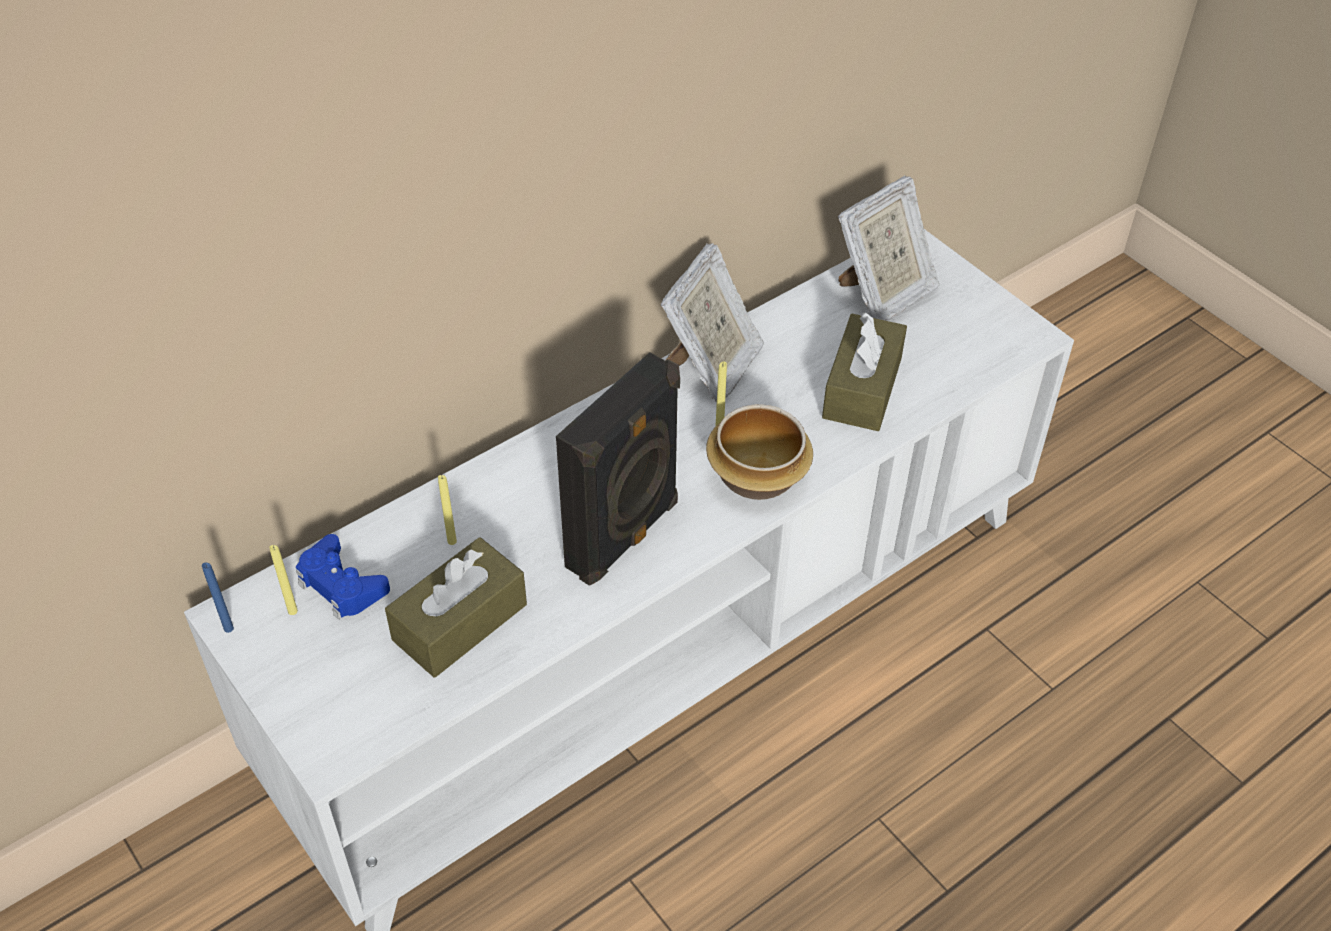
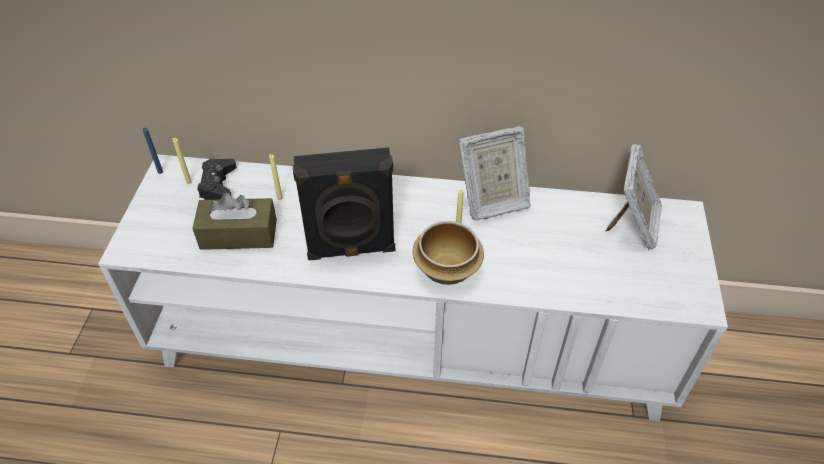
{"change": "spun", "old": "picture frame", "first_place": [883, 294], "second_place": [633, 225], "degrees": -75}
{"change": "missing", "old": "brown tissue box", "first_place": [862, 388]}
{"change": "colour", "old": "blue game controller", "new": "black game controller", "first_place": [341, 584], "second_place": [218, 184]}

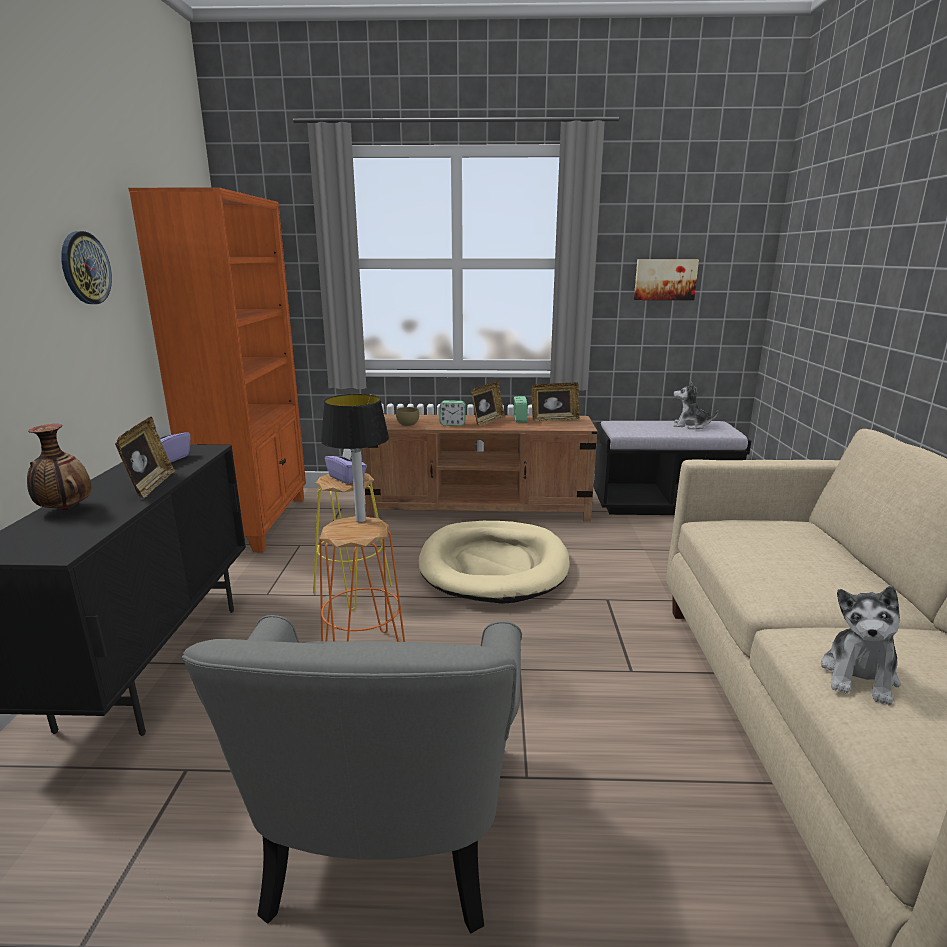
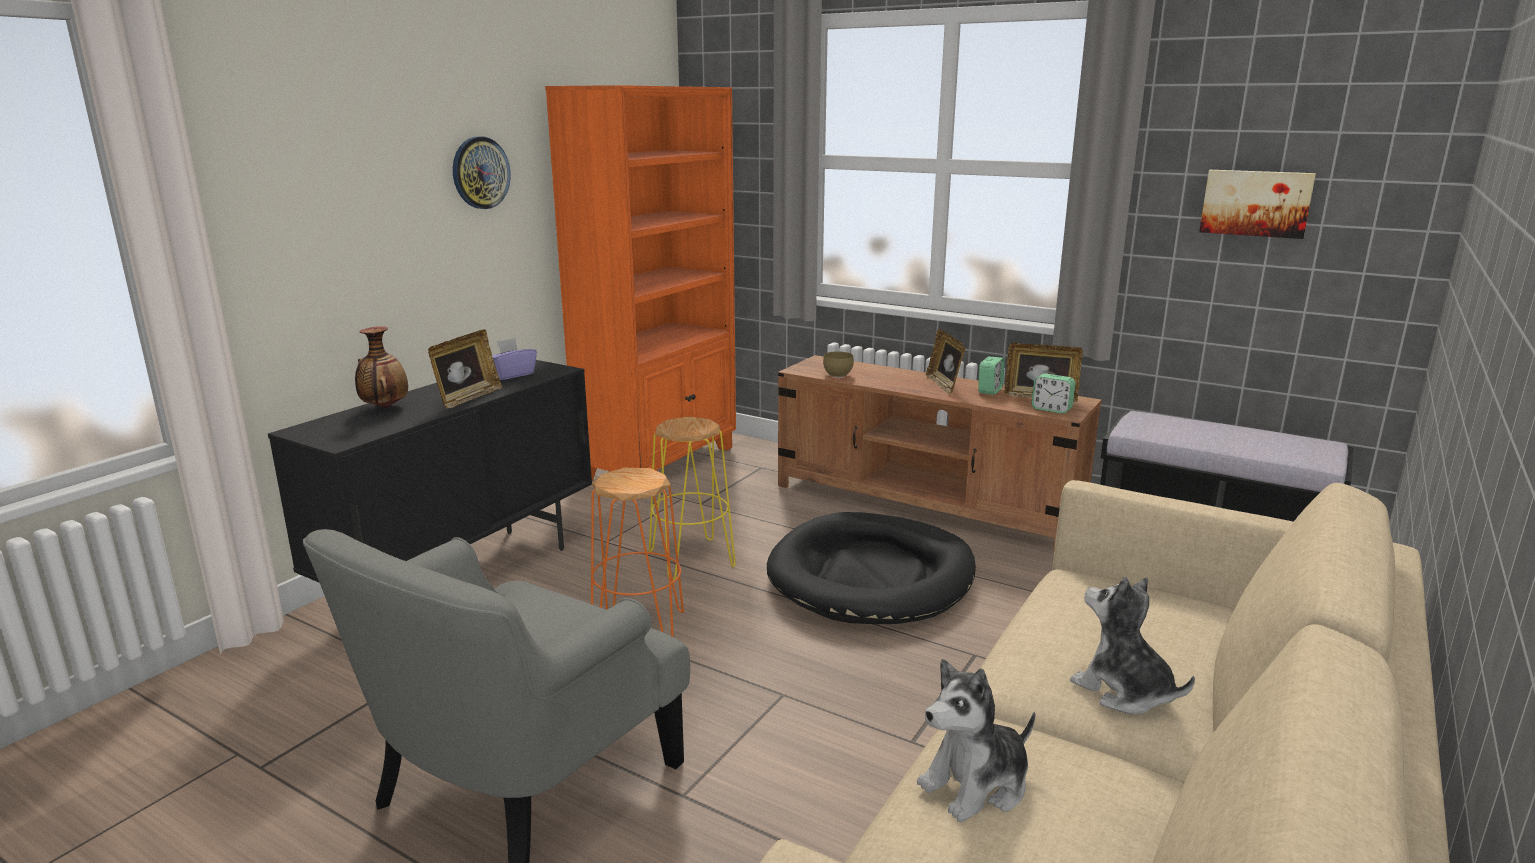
{"change": "spun", "old": "picture frame", "first_place": [487, 421], "second_place": [944, 385], "degrees": 105}
{"change": "relocated", "old": "plush toy", "first_place": [690, 426], "second_place": [1123, 691]}
{"change": "missing", "old": "table lamp", "first_place": [360, 520]}
{"change": "relocated", "old": "alarm clock", "first_place": [452, 424], "second_place": [1051, 409]}
{"change": "missing", "old": "purple tissue box", "first_place": [347, 478]}
{"change": "colour", "old": "beige dog bed", "new": "black dog bed", "first_place": [493, 566], "second_place": [872, 576]}

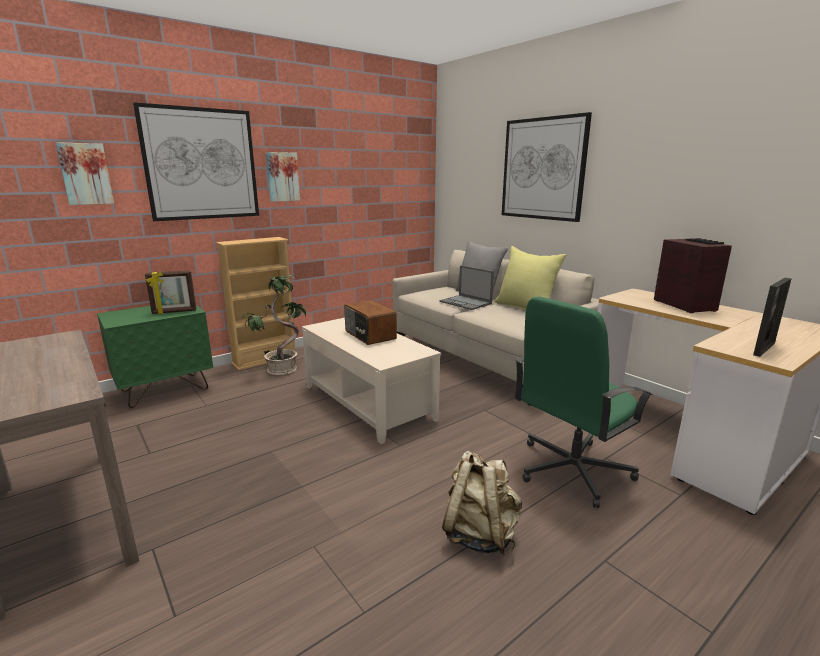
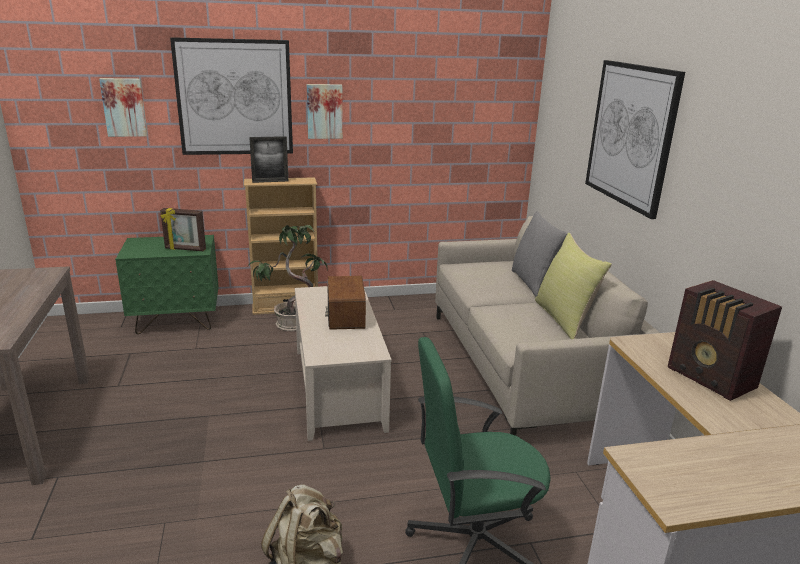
{"change": "spun", "old": "radio", "first_place": [684, 305], "second_place": [711, 379], "degrees": 135}
{"change": "missing", "old": "laptop", "first_place": [466, 303]}
{"change": "relocated", "old": "picture frame", "first_place": [764, 349], "second_place": [270, 181]}

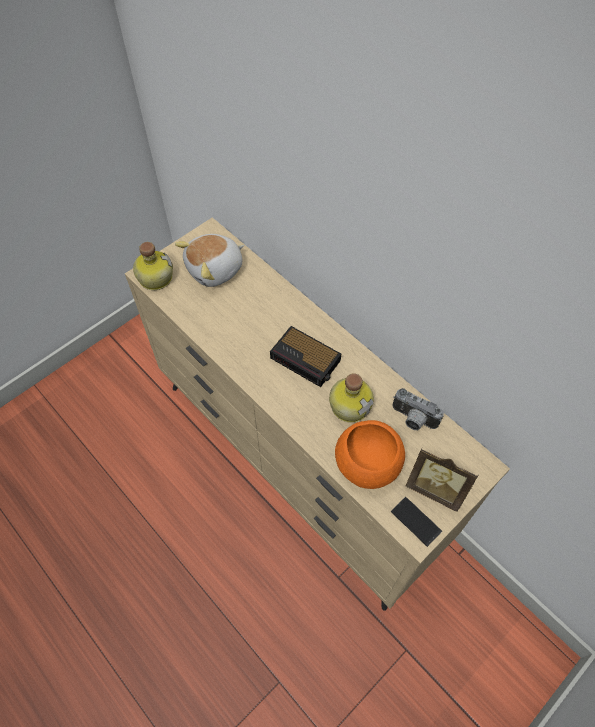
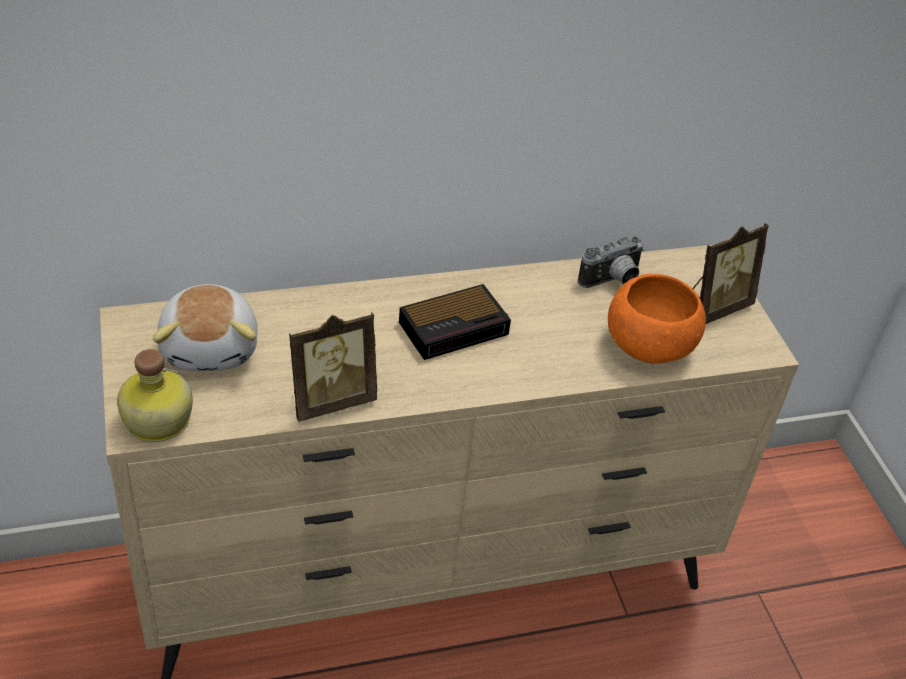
{"change": "missing", "old": "bottle", "first_place": [350, 405]}
{"change": "missing", "old": "phone", "first_place": [416, 521]}
{"change": "appeared", "new": "picture frame", "second_place": [331, 400]}

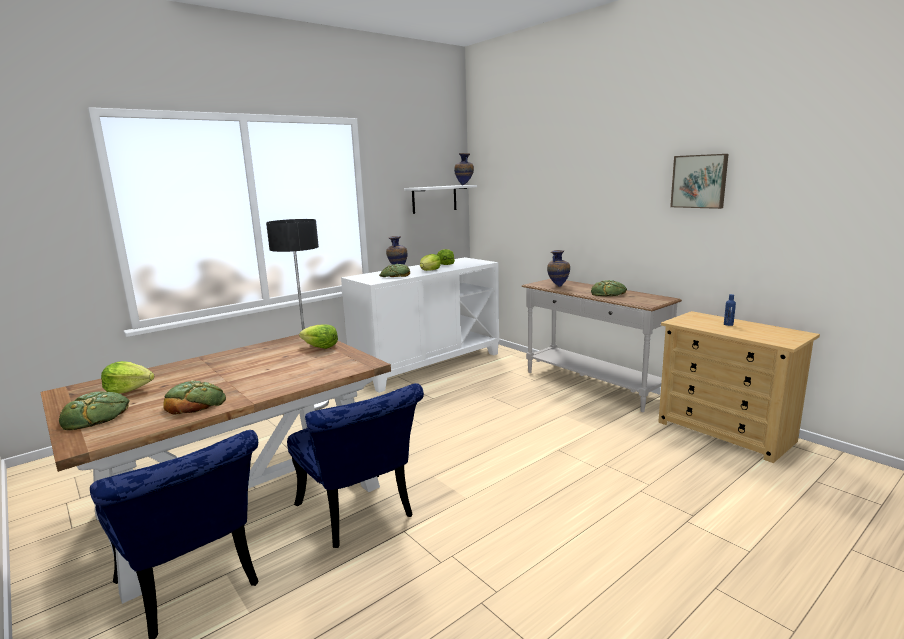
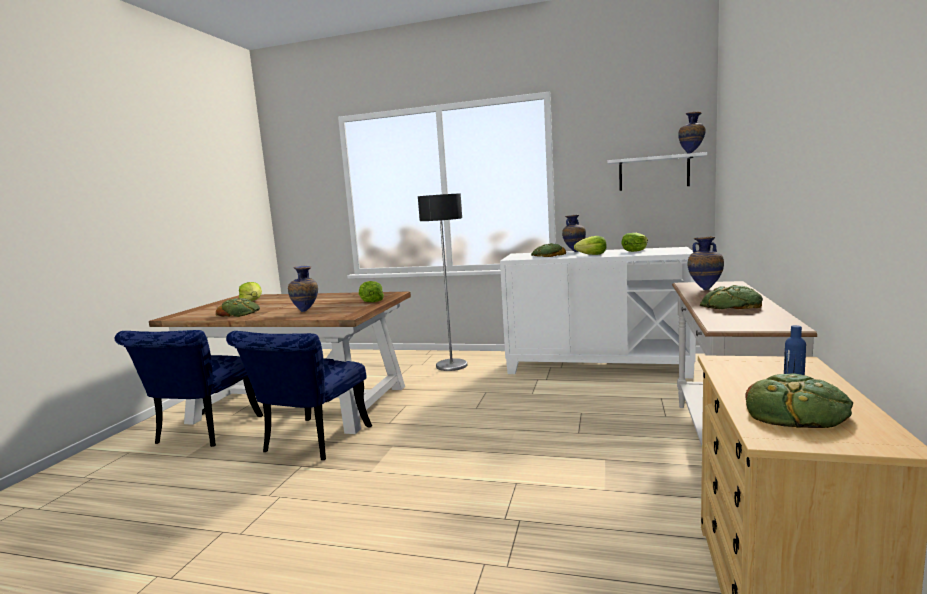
{"change": "missing", "old": "picture", "first_place": [699, 181]}
{"change": "relocated", "old": "bread", "first_place": [96, 416], "second_place": [796, 411]}
{"change": "appeared", "new": "vase", "second_place": [306, 311]}

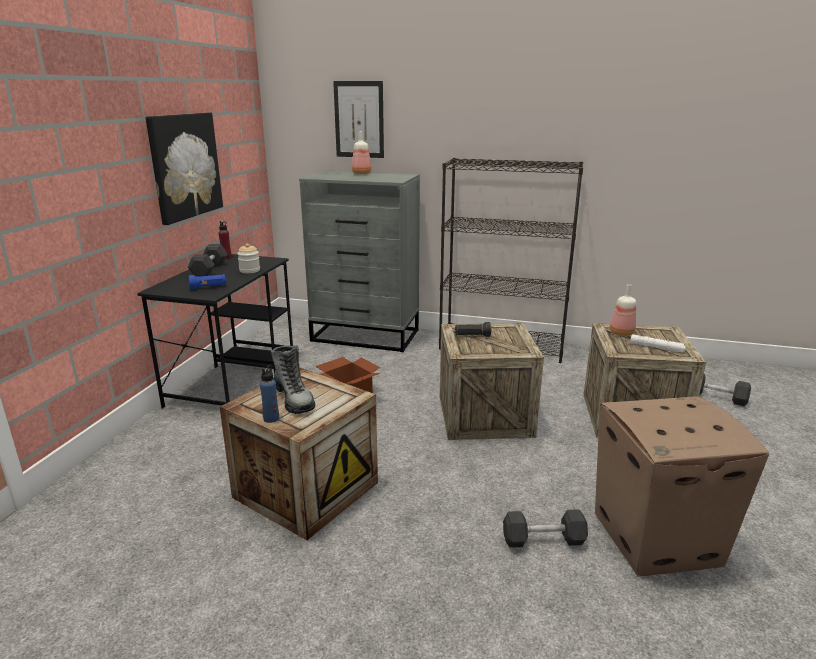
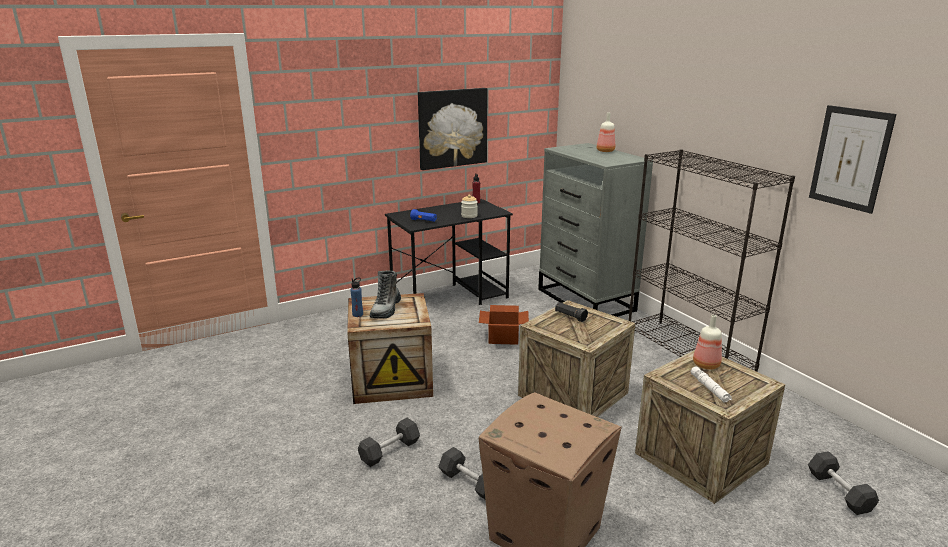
{"change": "relocated", "old": "picture", "first_place": [359, 119], "second_place": [850, 158]}
{"change": "relocated", "old": "grey dumbbell", "first_place": [209, 270], "second_place": [389, 451]}

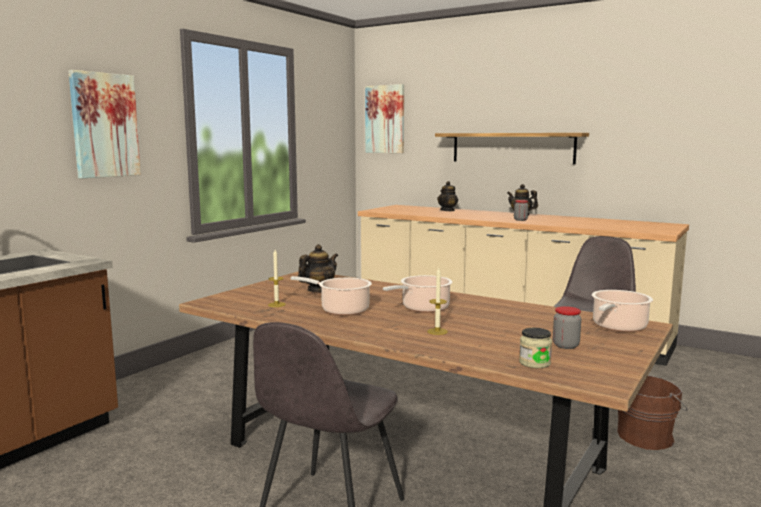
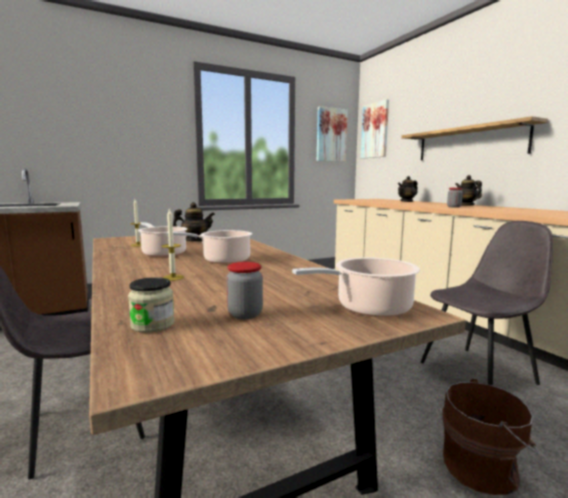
{"change": "relocated", "old": "picture", "first_place": [104, 125], "second_place": [331, 135]}

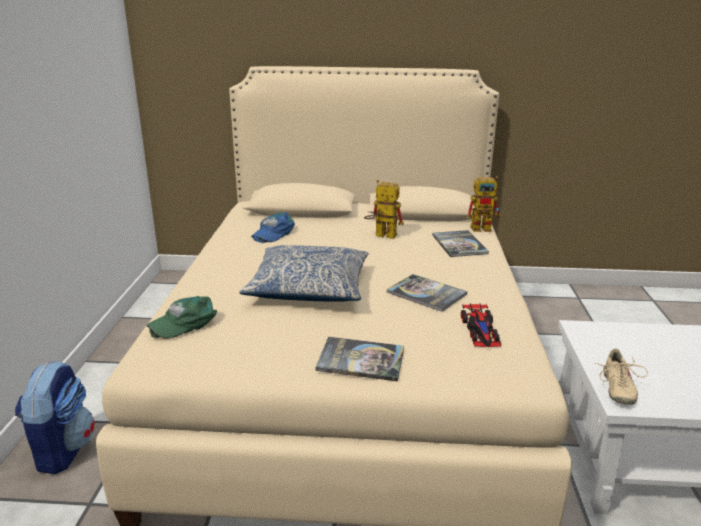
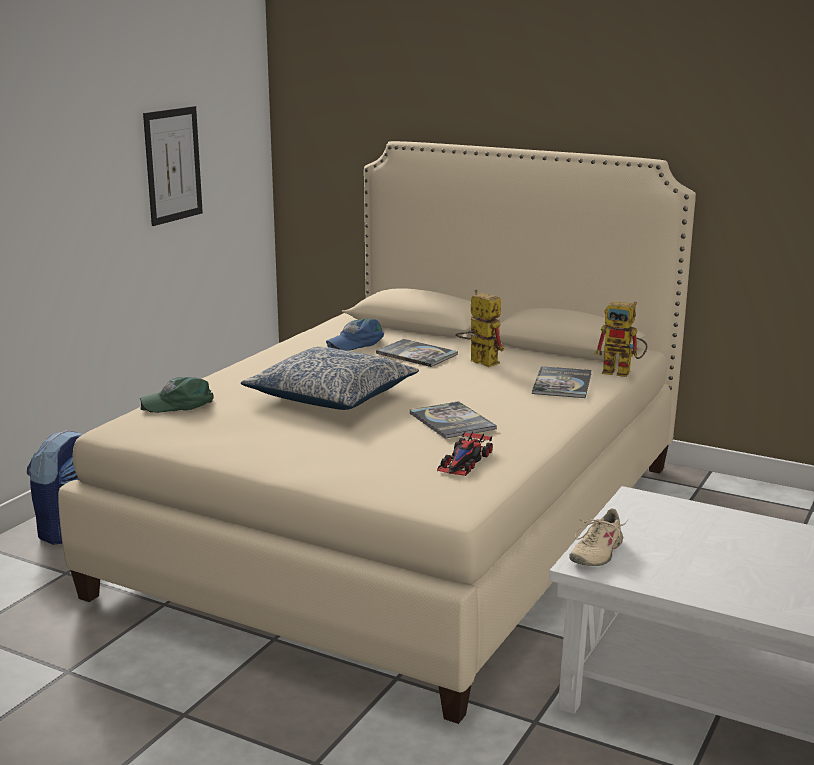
{"change": "relocated", "old": "book", "first_place": [361, 360], "second_place": [417, 354]}
{"change": "appeared", "new": "picture", "second_place": [173, 165]}

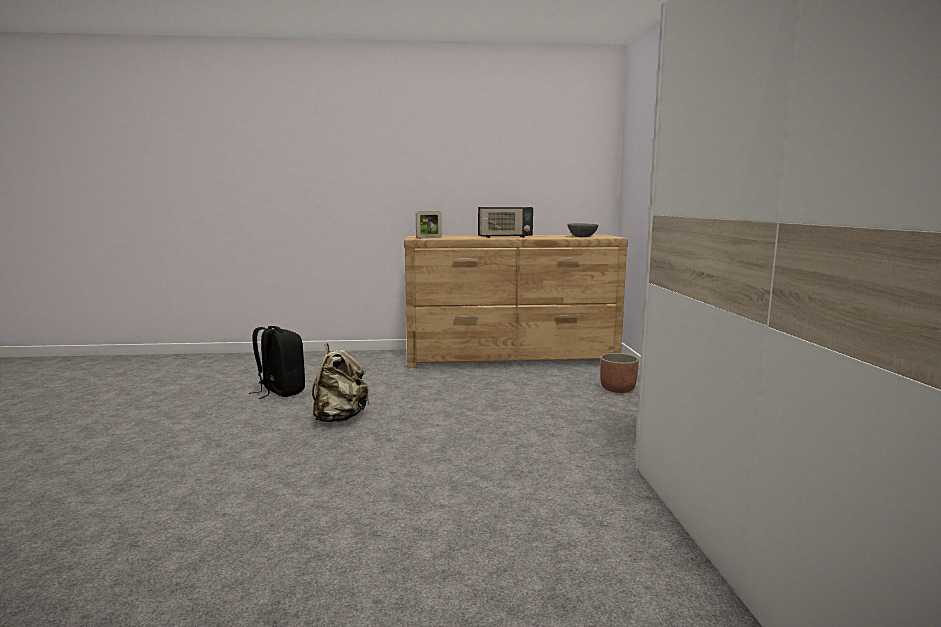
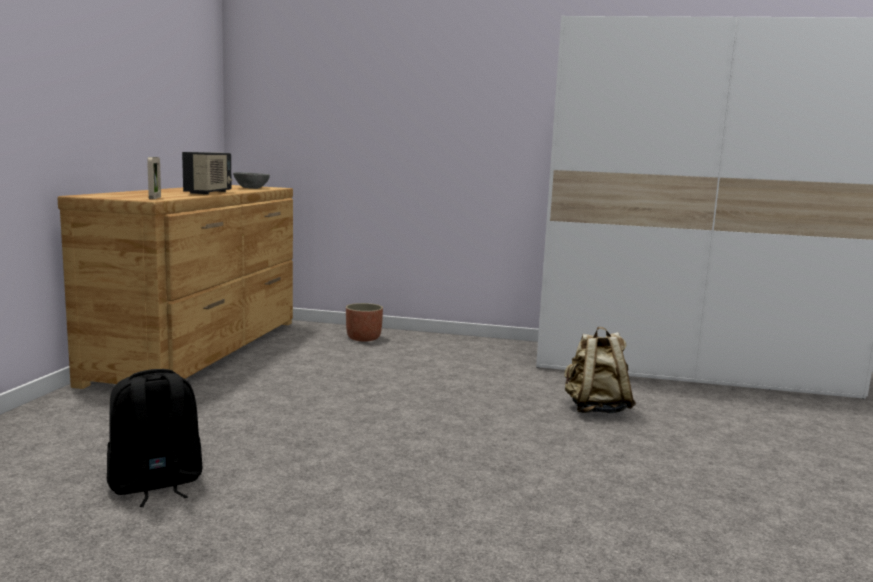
{"change": "relocated", "old": "beige backpack", "first_place": [339, 418], "second_place": [595, 409]}

